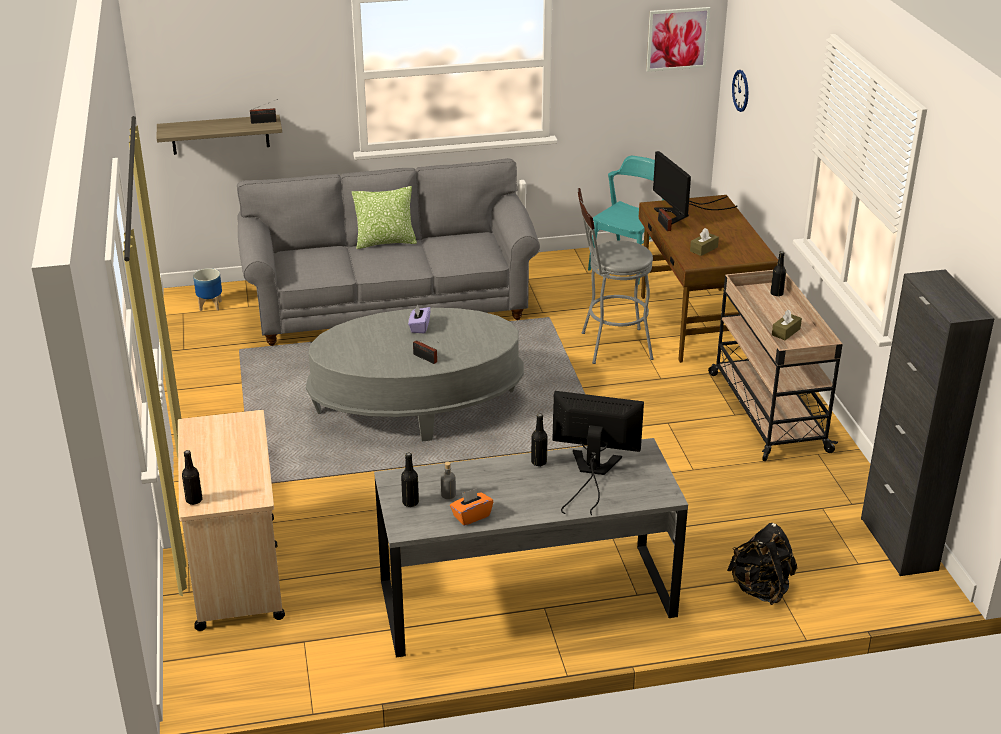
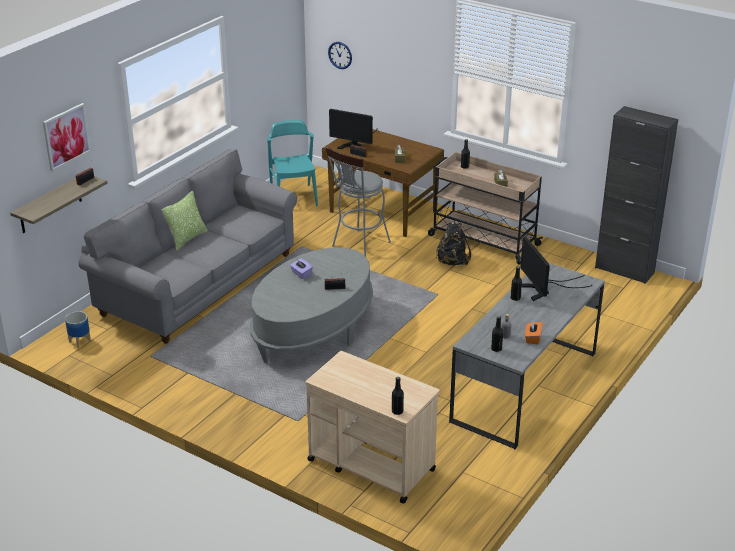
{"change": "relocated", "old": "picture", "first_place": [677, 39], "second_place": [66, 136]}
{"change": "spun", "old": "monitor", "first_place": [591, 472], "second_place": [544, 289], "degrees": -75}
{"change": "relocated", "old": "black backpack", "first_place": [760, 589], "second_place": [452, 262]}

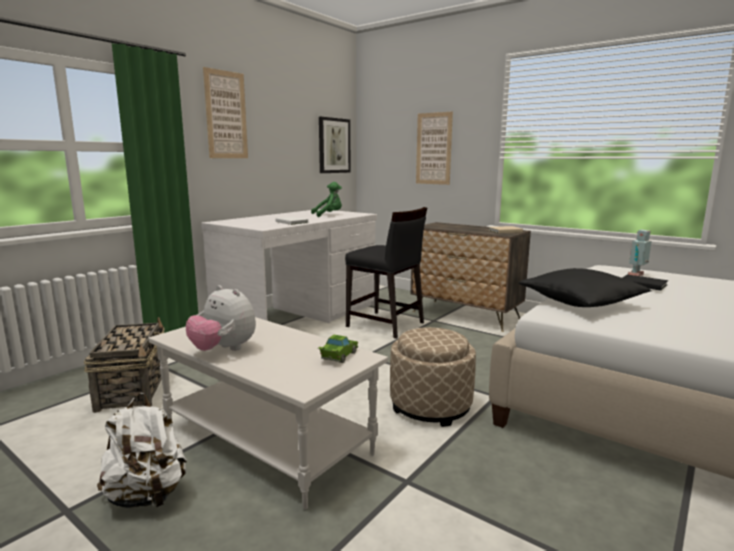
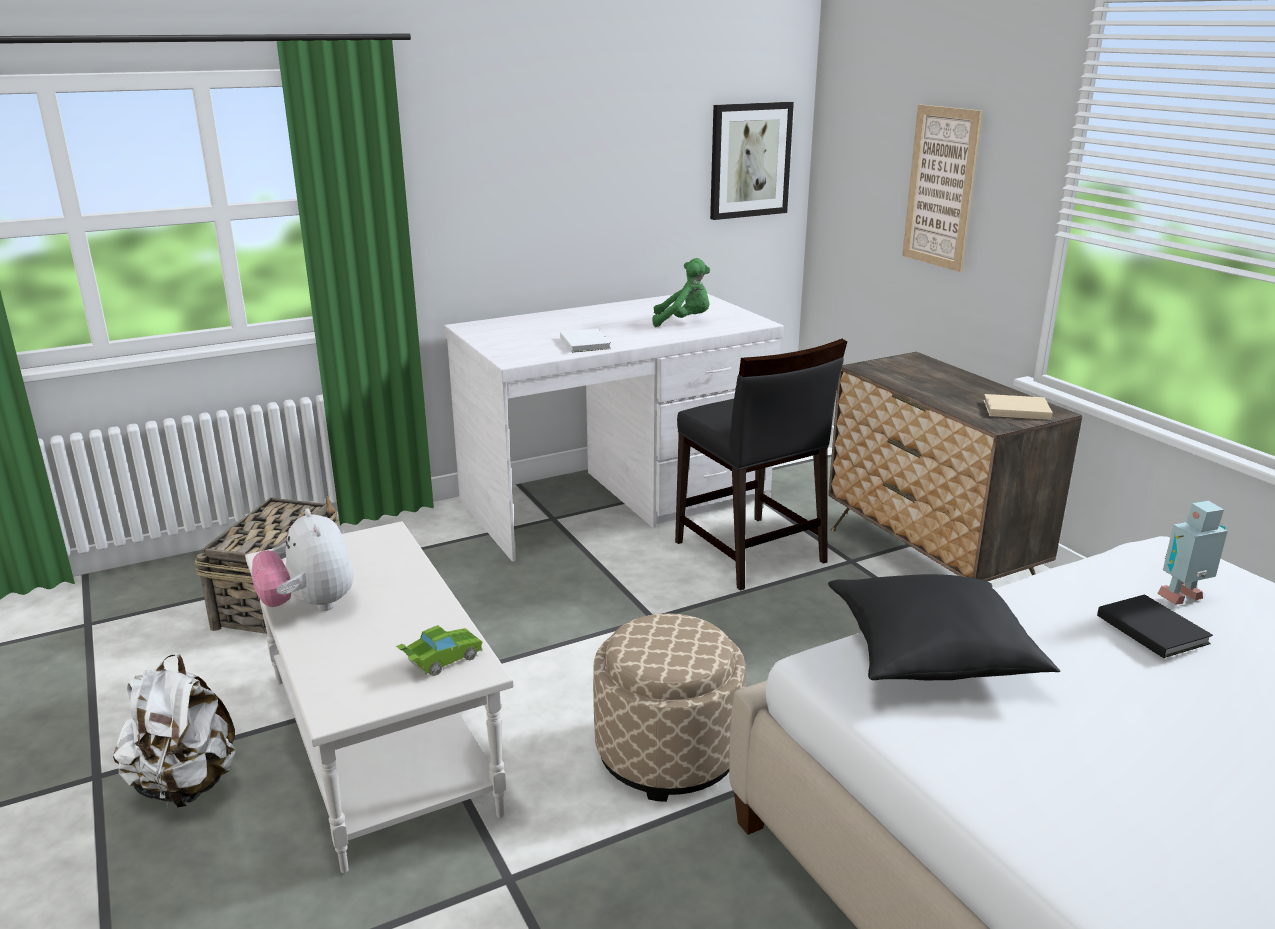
{"change": "missing", "old": "picture", "first_place": [226, 115]}

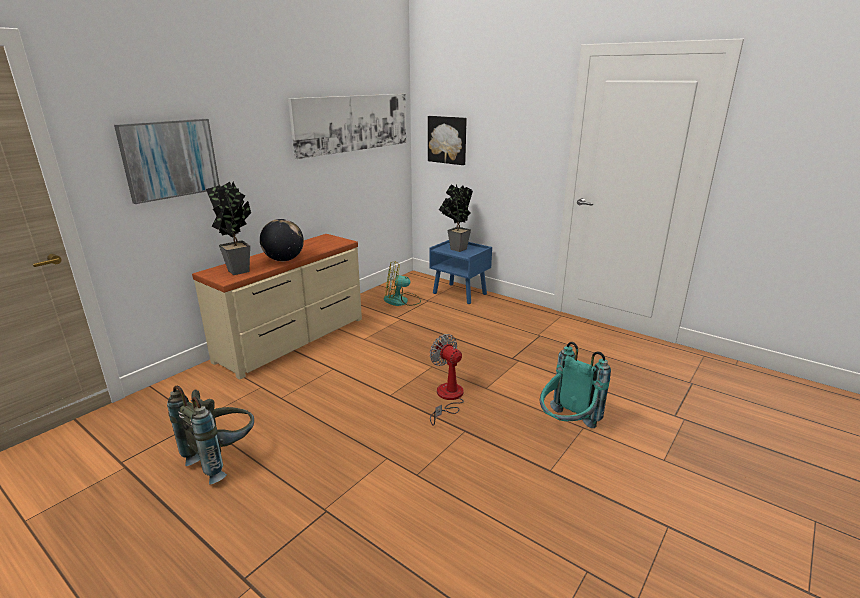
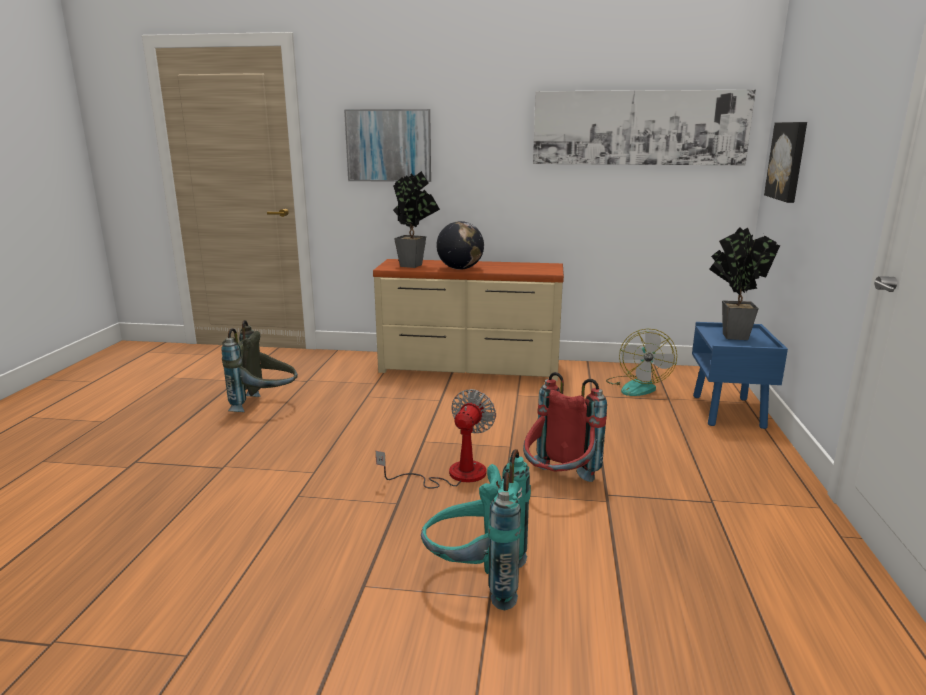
{"change": "spun", "old": "fan", "first_place": [401, 301], "second_place": [637, 386], "degrees": -135}
{"change": "appeared", "new": "red backpack", "second_place": [558, 484]}

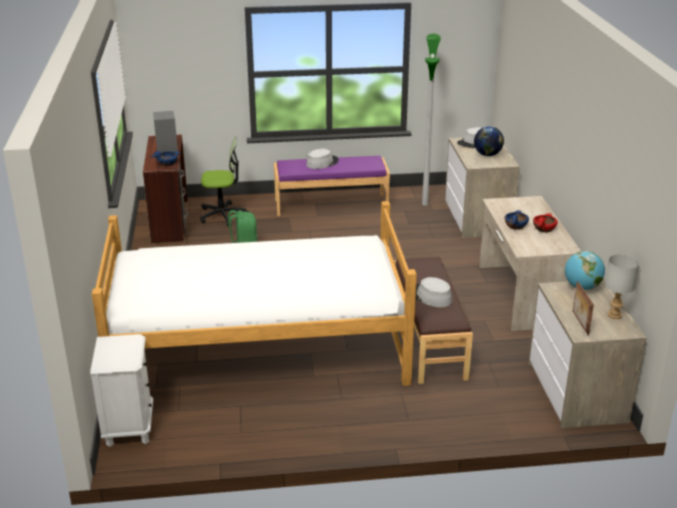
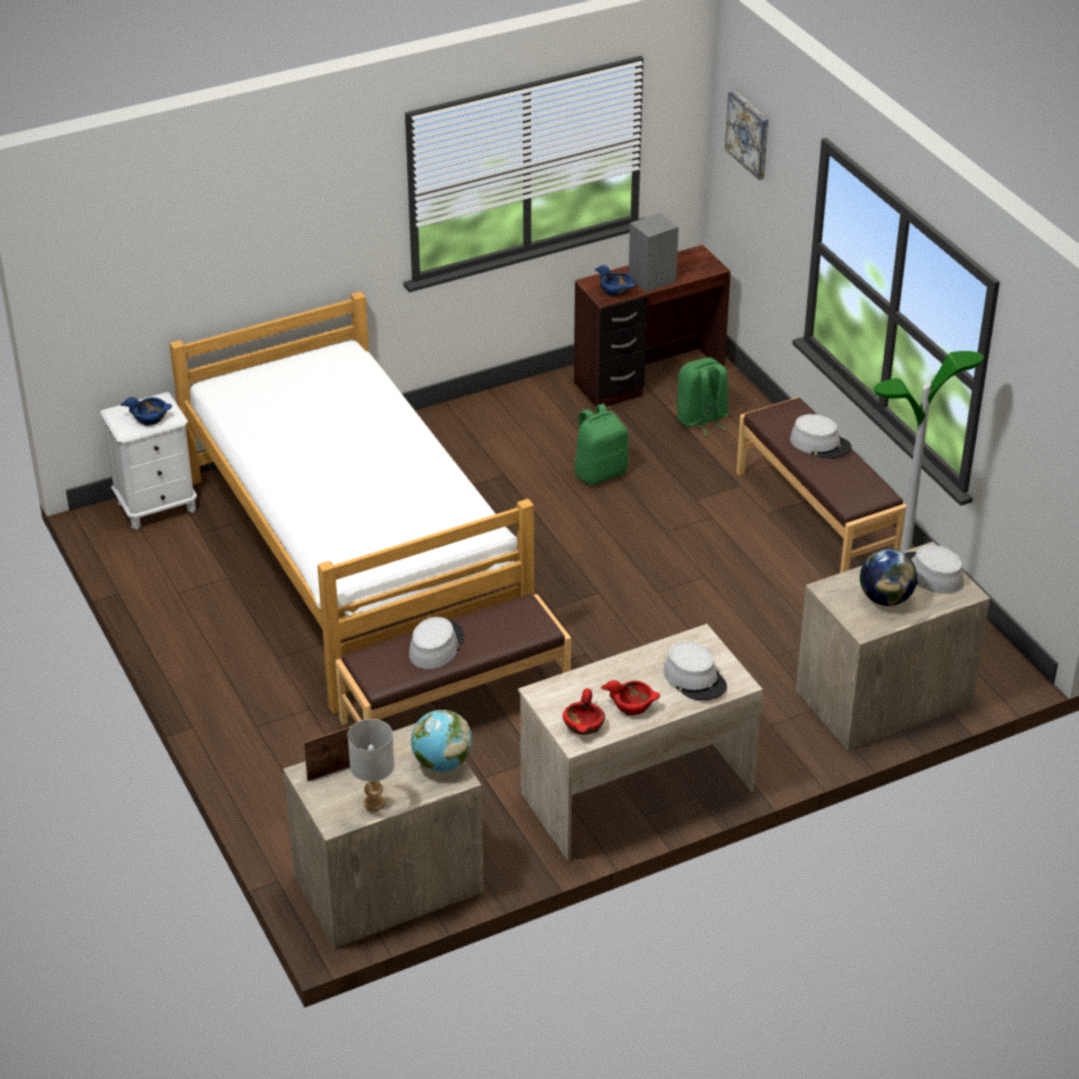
{"change": "exchanged", "old": "office chair", "new": "green backpack", "first_place": [223, 215], "second_place": [702, 419]}
{"change": "colour", "old": "purple bench", "new": "brown bench", "first_place": [331, 204], "second_place": [817, 517]}
{"change": "relocated", "old": "blue bowl", "first_place": [515, 226], "second_place": [150, 418]}
{"change": "appeared", "new": "picture", "second_place": [748, 134]}
{"change": "appeared", "new": "grey hat", "second_place": [695, 679]}
{"change": "appeared", "new": "red bowl", "second_place": [584, 726]}

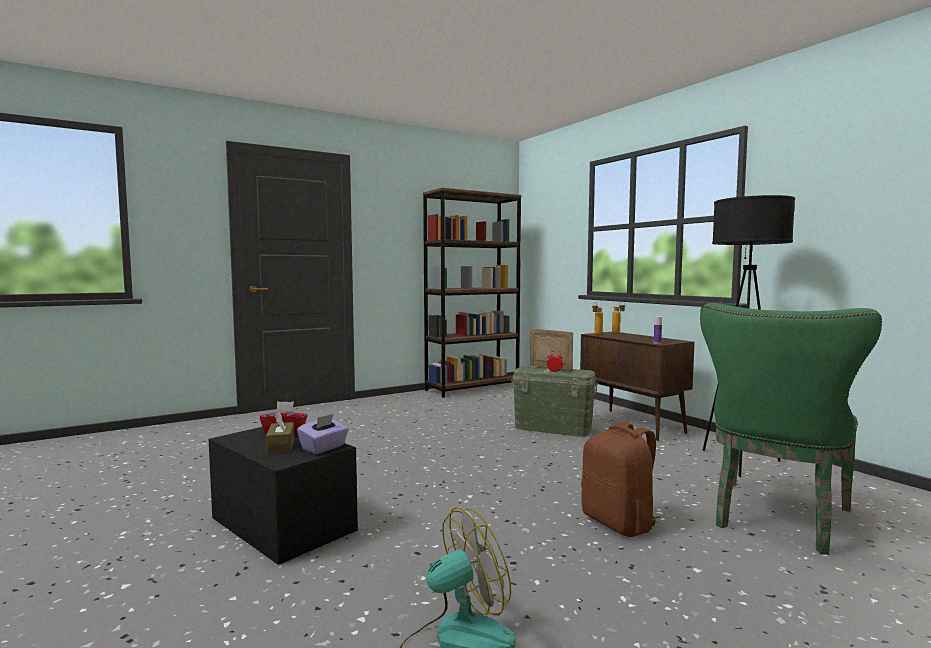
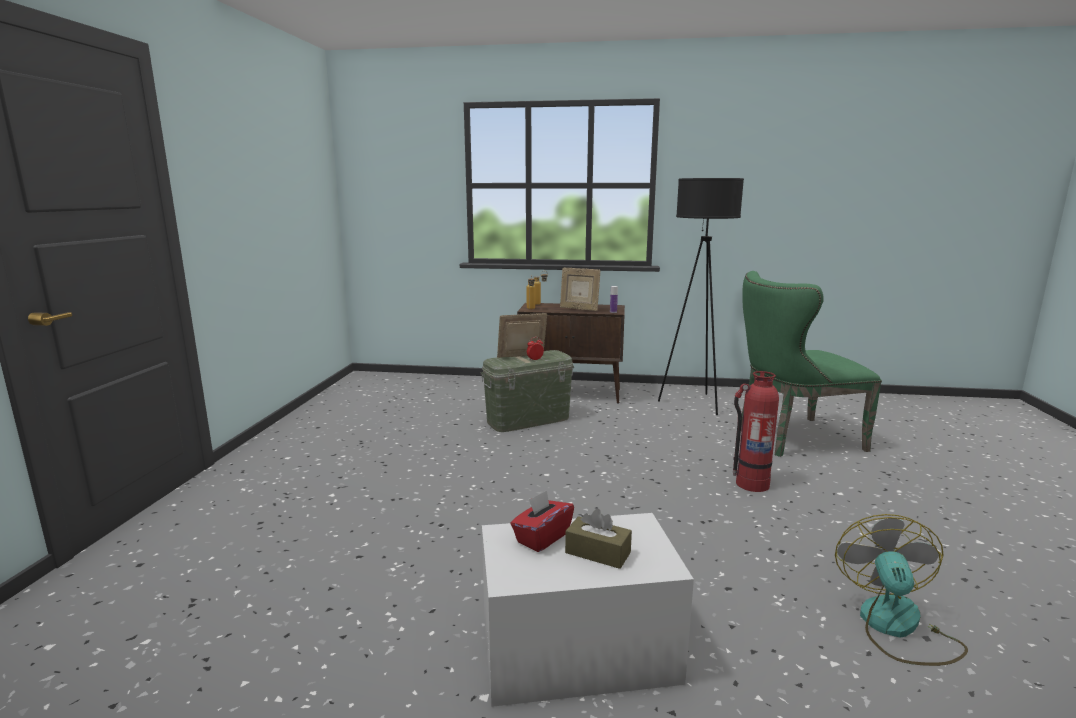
{"change": "missing", "old": "brown bookcase", "first_place": [472, 388]}
{"change": "spun", "old": "green chair", "first_place": [777, 520], "second_place": [791, 439], "degrees": 90}
{"change": "missing", "old": "purple tissue box", "first_place": [324, 448]}
{"change": "exchanged", "old": "brown backpack", "new": "fire extinguisher", "first_place": [619, 523], "second_place": [751, 484]}
{"change": "colour", "old": "black storage box", "new": "white storage box", "first_place": [282, 523], "second_place": [577, 650]}
{"change": "appeared", "new": "picture frame", "second_place": [579, 309]}

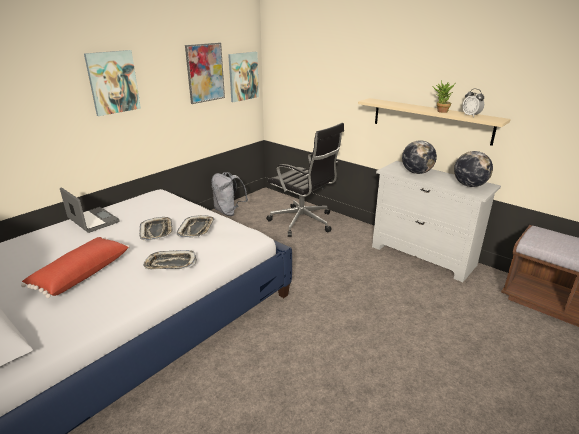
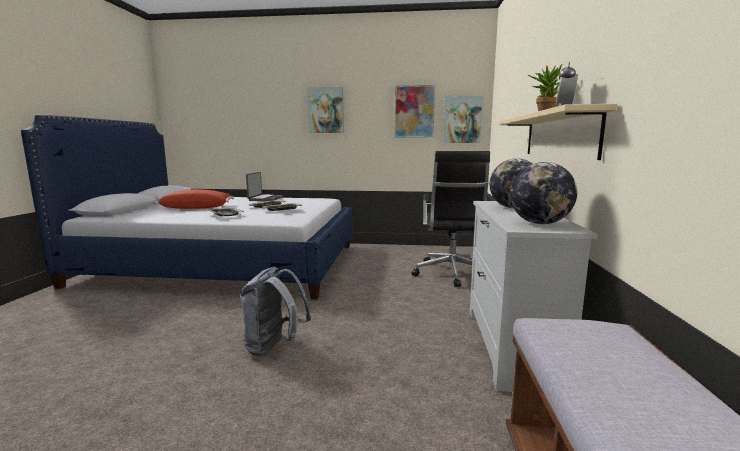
{"change": "relocated", "old": "grey backpack", "first_place": [229, 212], "second_place": [274, 347]}

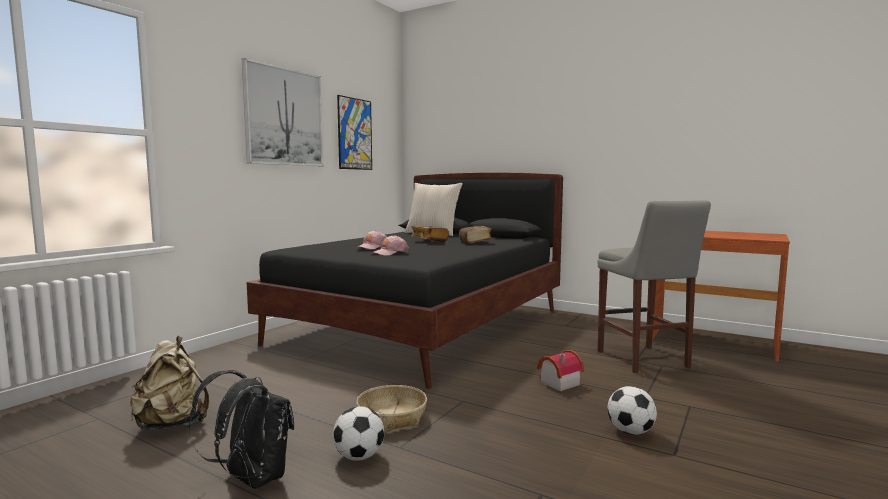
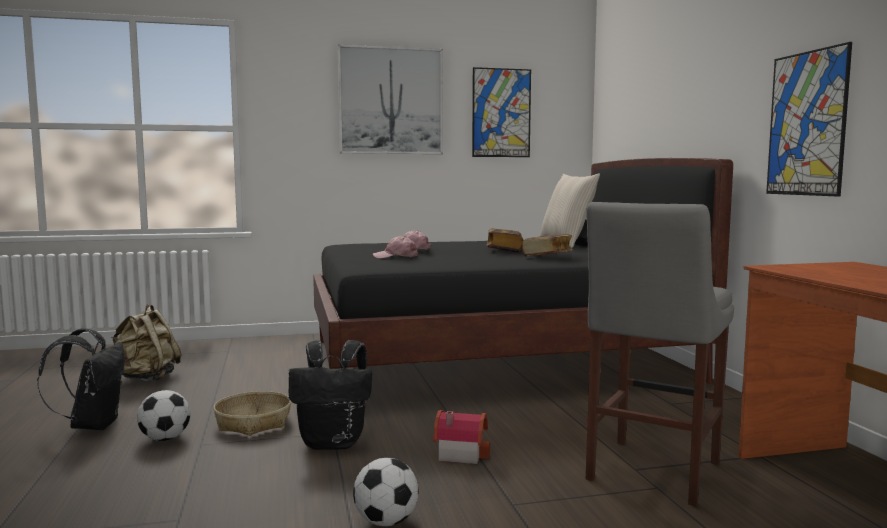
{"change": "appeared", "new": "picture", "second_place": [806, 124]}
{"change": "appeared", "new": "black backpack", "second_place": [334, 443]}

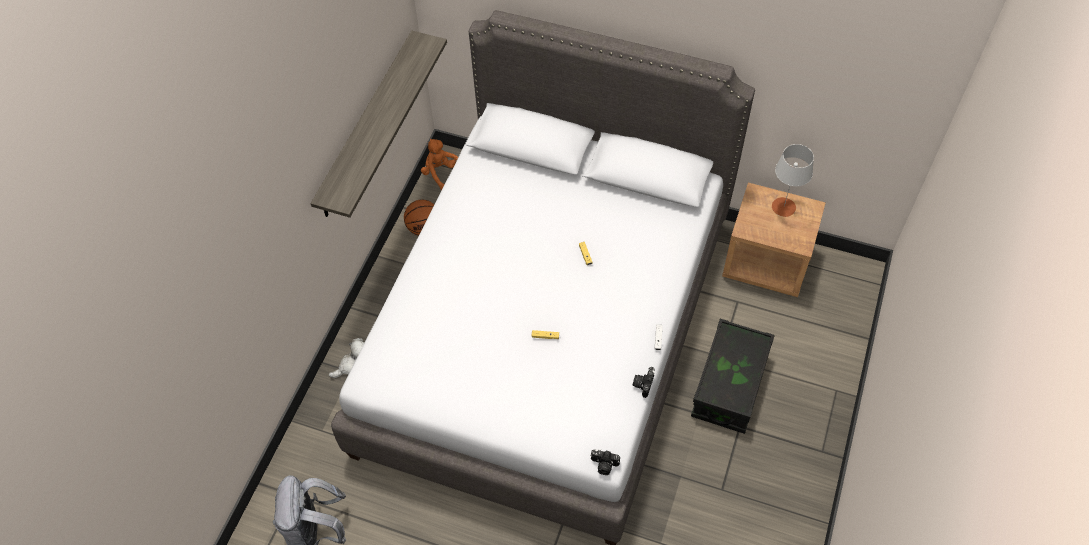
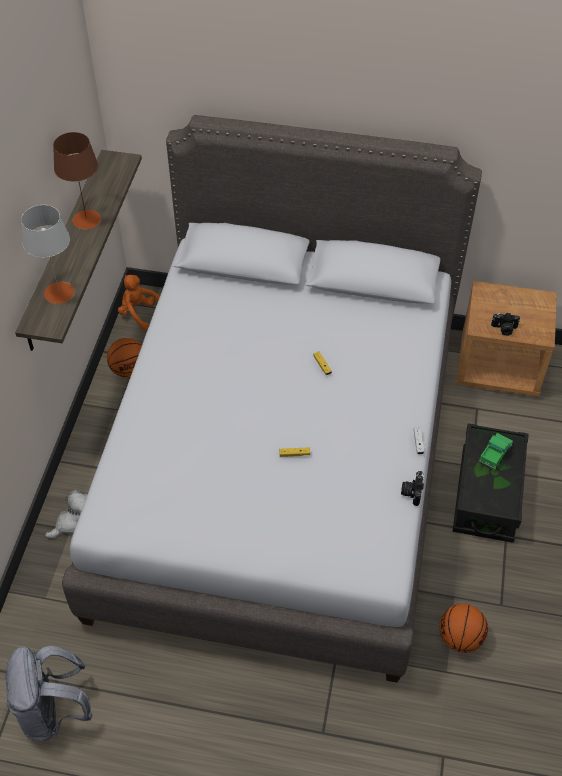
{"change": "relocated", "old": "grey table lamp", "first_place": [783, 207], "second_place": [59, 293]}
{"change": "relocated", "old": "photo camera", "first_place": [604, 465], "second_place": [504, 329]}
{"change": "appeared", "new": "brown table lamp", "second_place": [86, 219]}
{"change": "appeared", "new": "toy truck", "second_place": [495, 454]}
{"change": "appeared", "new": "basketball", "second_place": [460, 638]}

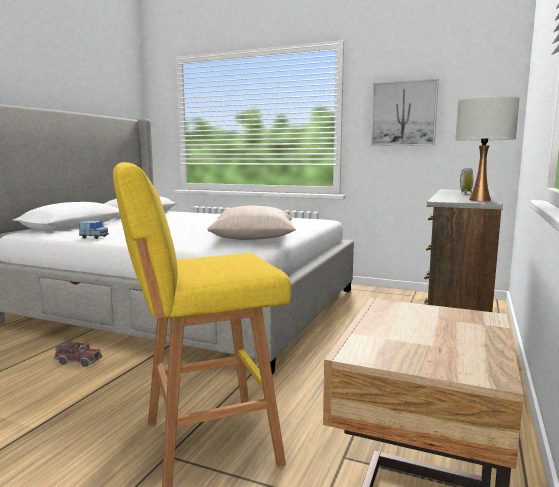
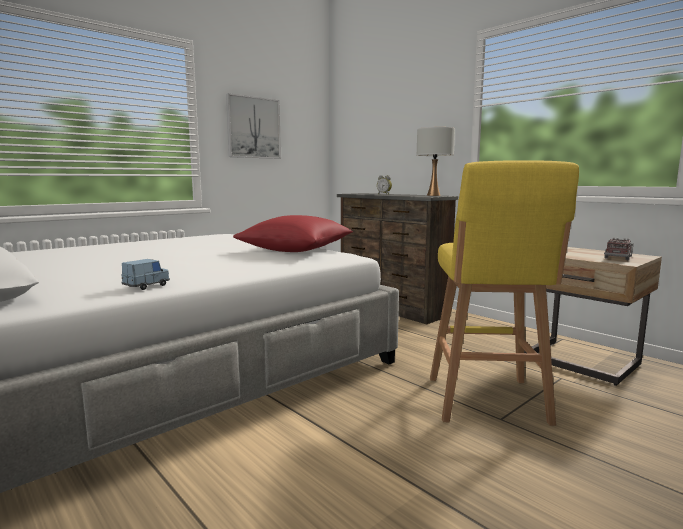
{"change": "colour", "old": "beige pillow", "new": "red pillow", "first_place": [253, 238], "second_place": [296, 250]}
{"change": "relocated", "old": "toy truck", "first_place": [78, 361], "second_place": [618, 257]}

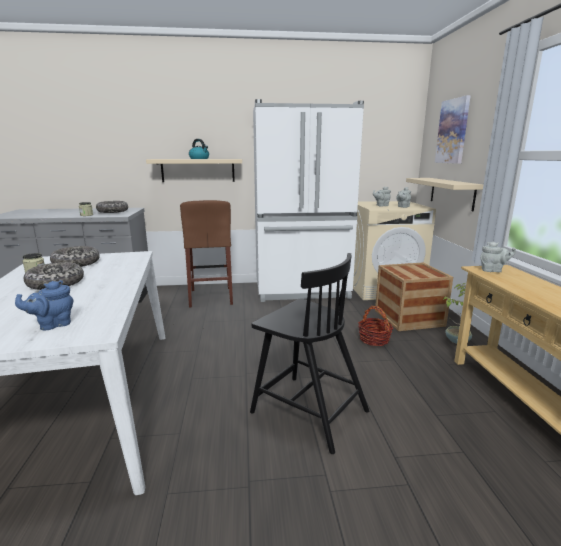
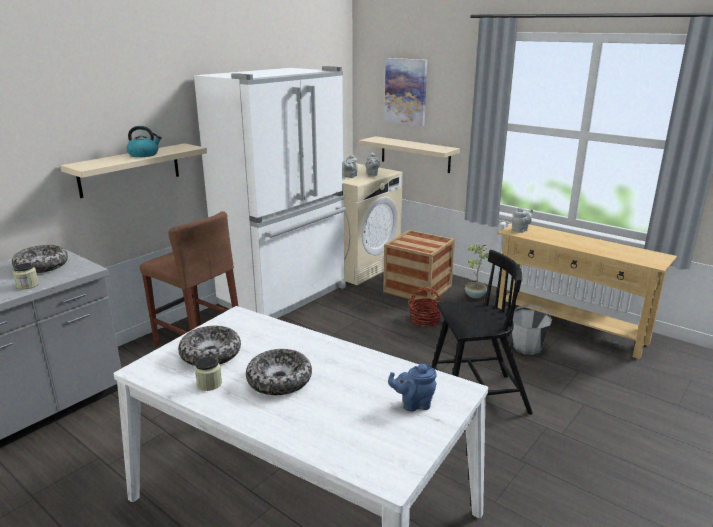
{"change": "spun", "old": "blue teapot", "first_place": [53, 325], "second_place": [413, 404], "degrees": 75}
{"change": "appeared", "new": "grey bucket", "second_place": [527, 347]}

